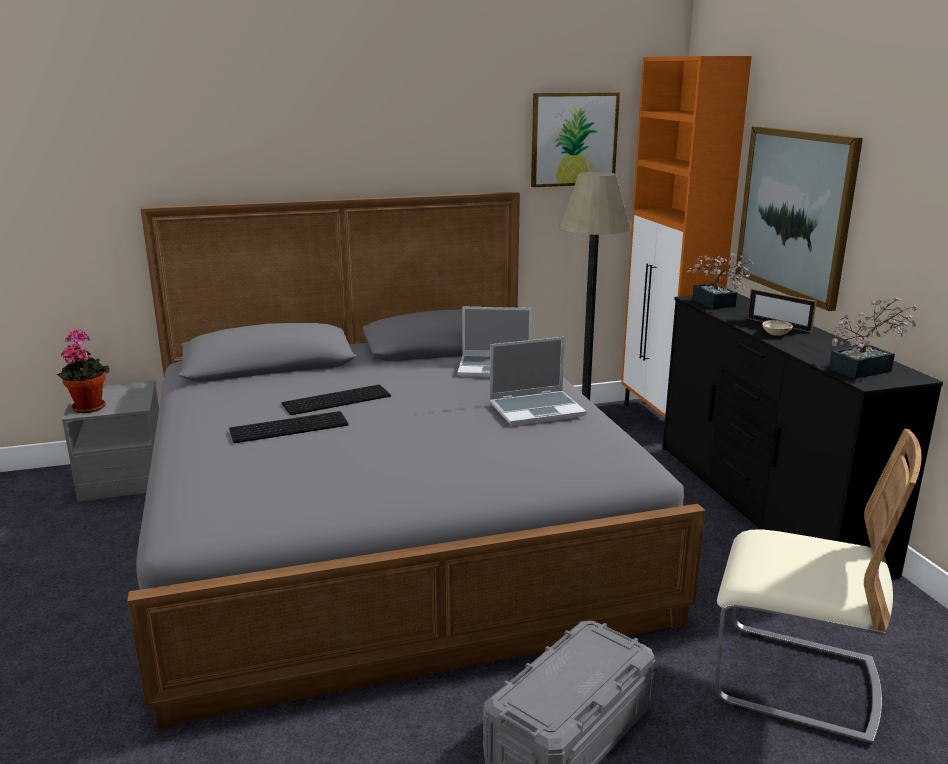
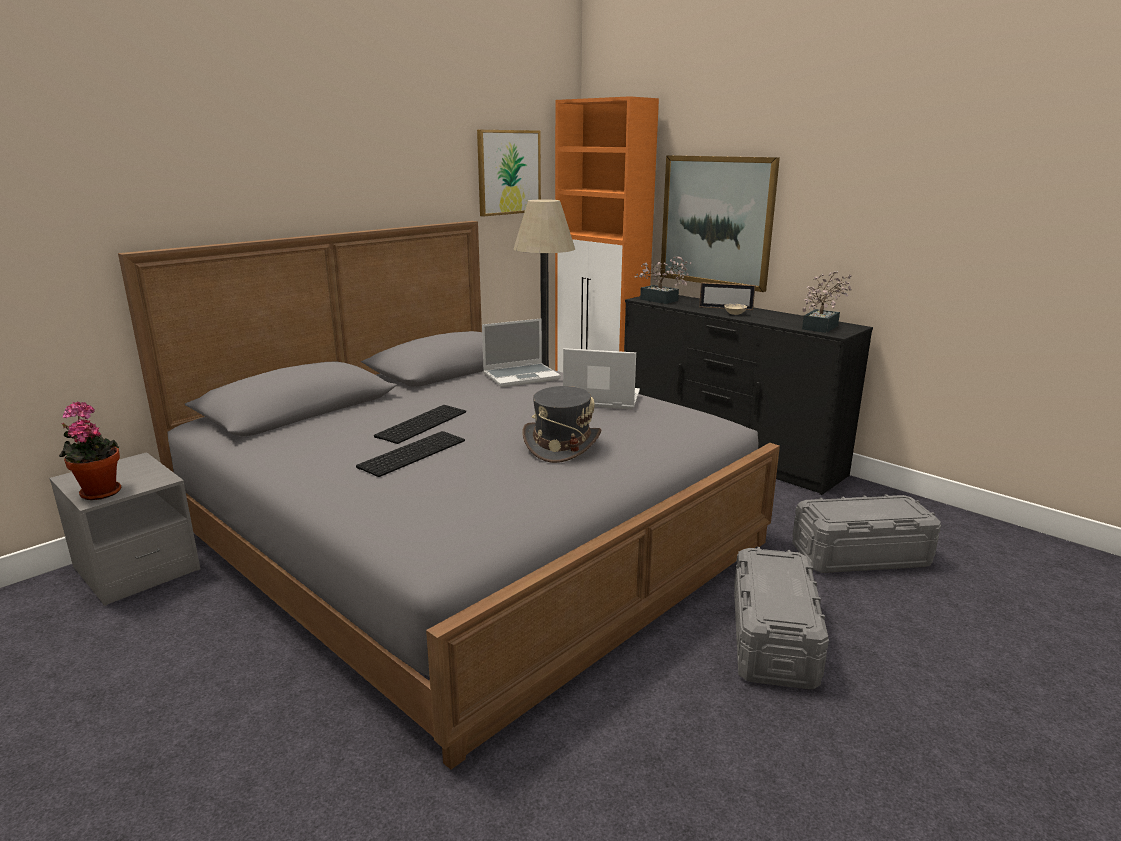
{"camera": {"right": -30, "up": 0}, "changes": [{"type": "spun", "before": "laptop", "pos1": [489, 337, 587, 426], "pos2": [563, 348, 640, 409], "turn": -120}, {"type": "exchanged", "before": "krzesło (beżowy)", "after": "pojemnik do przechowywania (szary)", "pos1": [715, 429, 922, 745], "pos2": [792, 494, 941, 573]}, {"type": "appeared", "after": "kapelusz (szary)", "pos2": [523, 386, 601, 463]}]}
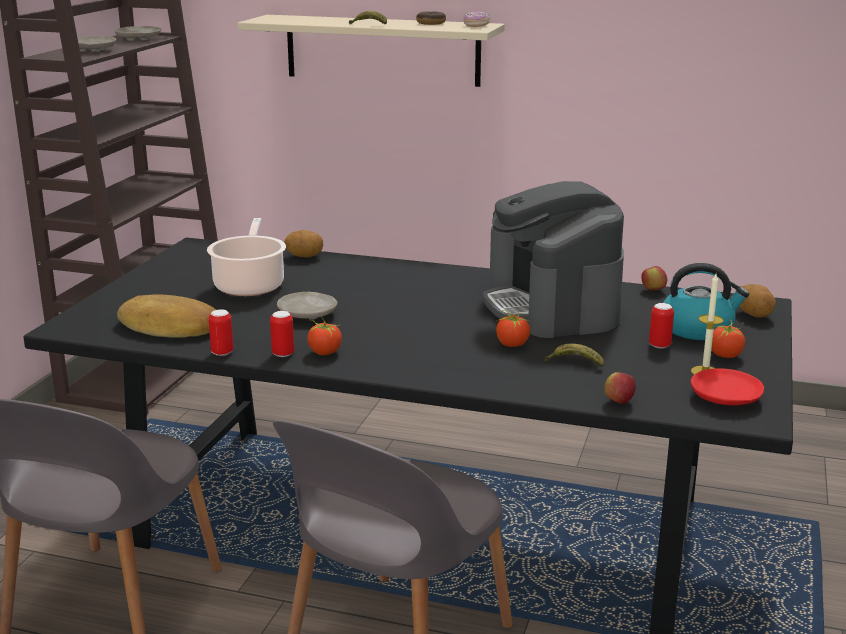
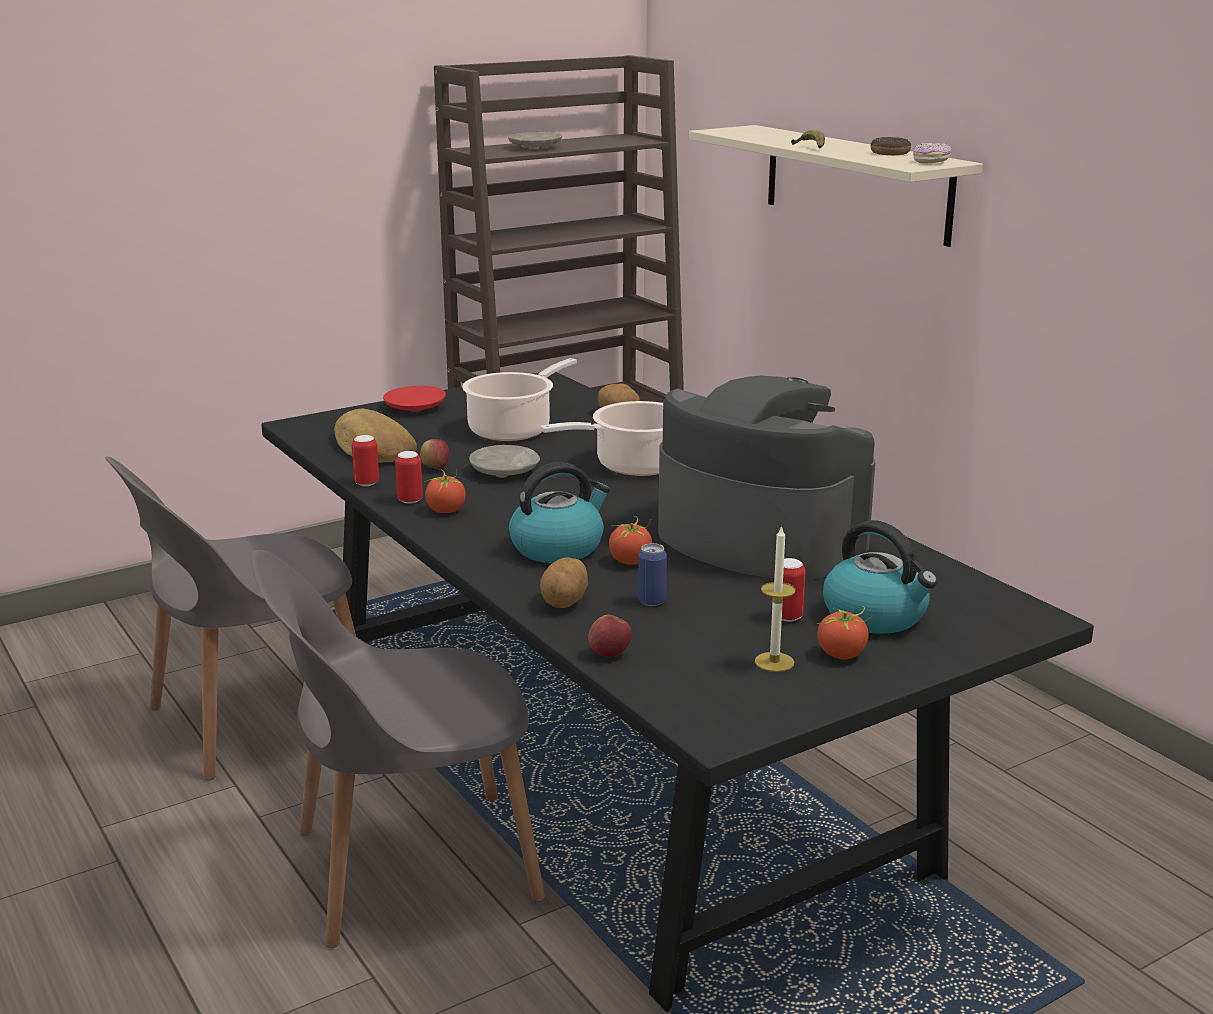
{"camera": {"right": 40, "up": 0}, "changes": [{"type": "missing", "before": "talerz (beżowy)", "pos1": [115, 26, 161, 41]}, {"type": "spun", "before": "ekspres do kawy", "pos1": [483, 181, 624, 338], "pos2": [658, 376, 875, 580], "turn": 105}, {"type": "exchanged", "before": "banan", "after": "puszka", "pos1": [544, 344, 604, 367], "pos2": [638, 543, 667, 606]}, {"type": "relocated", "before": "jabłko", "pos1": [641, 266, 667, 290], "pos2": [420, 439, 450, 469]}, {"type": "relocated", "before": "talerz (czerwony)", "pos1": [691, 368, 764, 406], "pos2": [383, 386, 446, 412]}, {"type": "relocated", "before": "ziemniak", "pos1": [739, 284, 776, 318], "pos2": [540, 557, 588, 608]}, {"type": "appeared", "after": "czajnik", "pos2": [509, 462, 610, 563]}, {"type": "appeared", "after": "garnek", "pos2": [540, 401, 663, 476]}]}
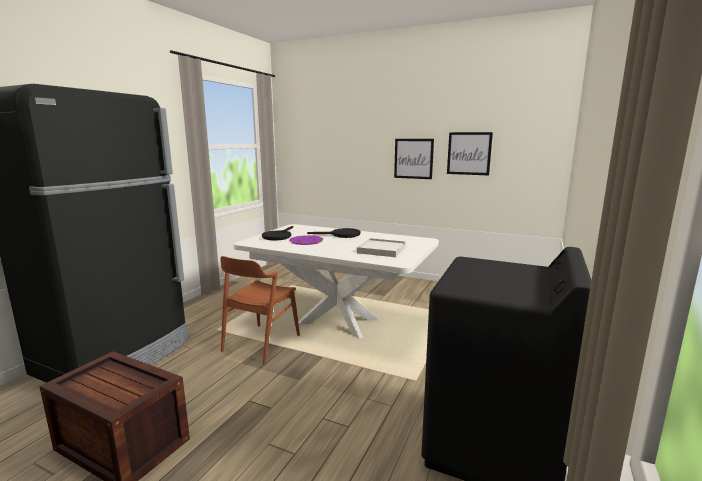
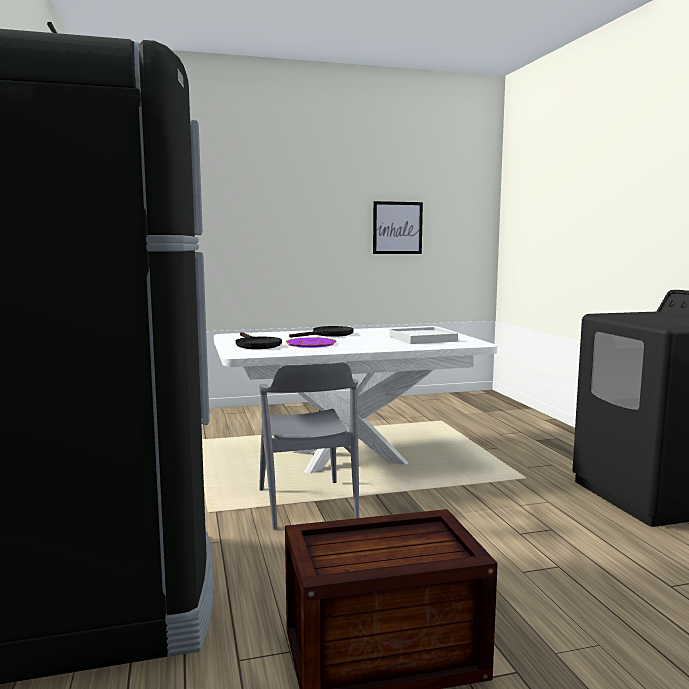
{"camera": {"right": -40, "up": -5}, "changes": [{"type": "colour", "before": "krzesło (brązowy)", "after": "krzesło (szary)", "pos1": [220, 256, 300, 364], "pos2": [259, 362, 359, 530]}, {"type": "missing", "before": "obraz", "pos1": [394, 139, 434, 179]}]}
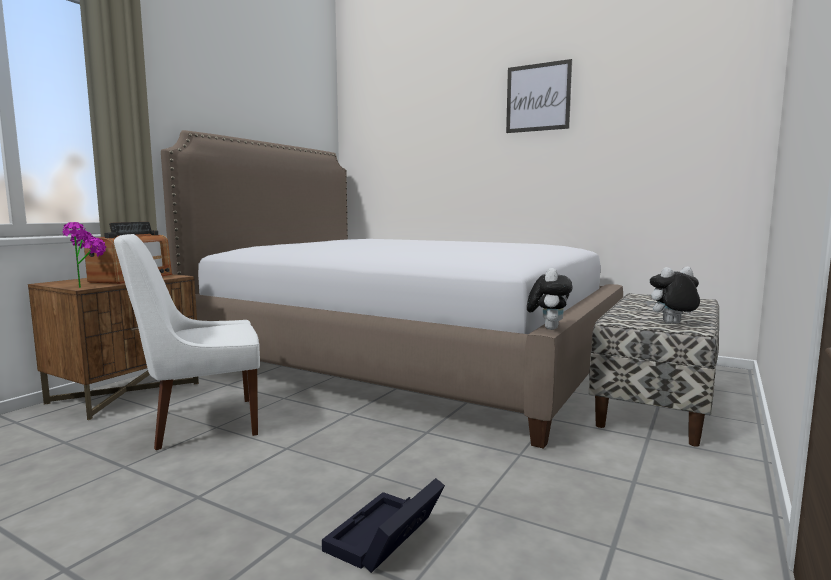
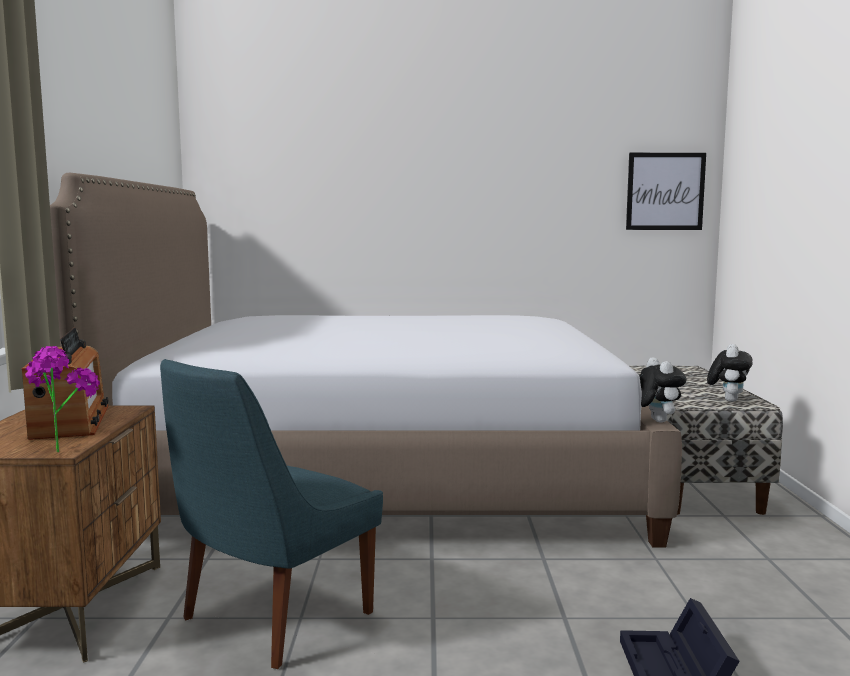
{"camera": {"right": -30, "up": 0}, "changes": [{"type": "colour", "before": "krzesło (biały)", "after": "krzesło (niebieski)", "pos1": [114, 234, 260, 450], "pos2": [160, 359, 383, 669]}, {"type": "relocated", "before": "obraz", "pos1": [506, 59, 572, 133], "pos2": [626, 153, 706, 230]}, {"type": "spun", "before": "pluszak", "pos1": [646, 267, 700, 324], "pos2": [707, 344, 753, 402], "turn": 150}]}
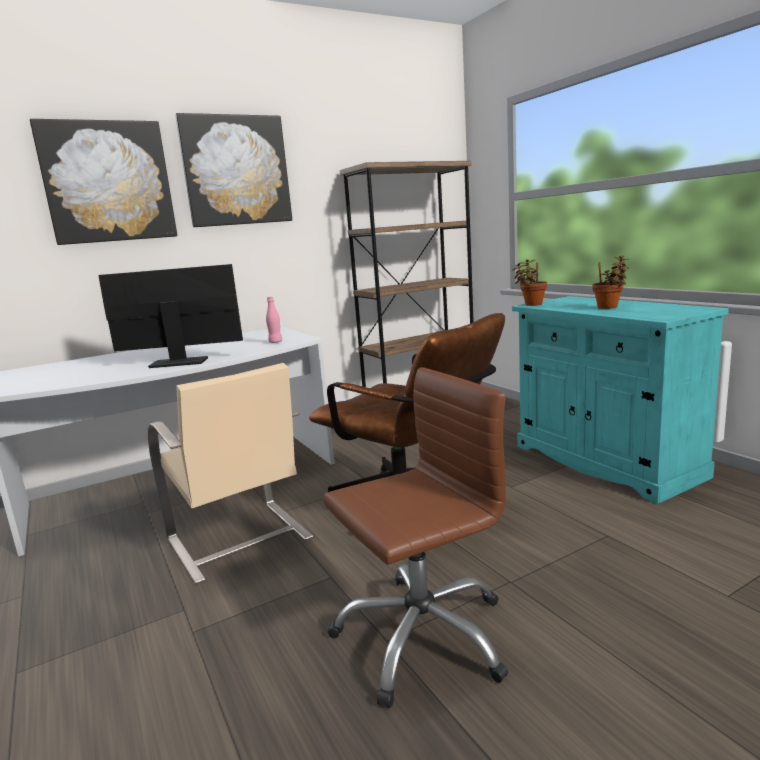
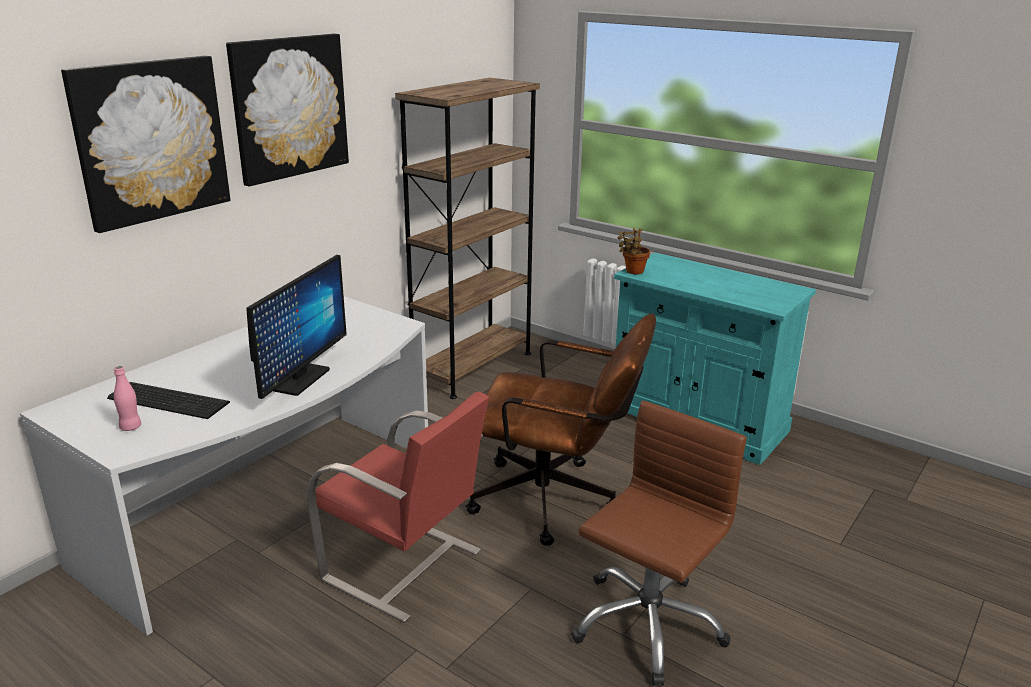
{"camera": {"right": -25, "up": 10}, "changes": [{"type": "spun", "before": "monitor", "pos1": [98, 264, 243, 368], "pos2": [246, 255, 347, 399], "turn": 135}, {"type": "colour", "before": "krzesło (beżowy)", "after": "krzesło (czerwony)", "pos1": [148, 363, 313, 585], "pos2": [306, 392, 489, 623]}, {"type": "relocated", "before": "butelka (różowy)", "pos1": [266, 297, 282, 343], "pos2": [114, 366, 141, 431]}, {"type": "missing", "before": "roślina doniczkowa", "pos1": [592, 256, 629, 309]}, {"type": "appeared", "after": "klawiatura", "pos2": [107, 382, 230, 419]}]}
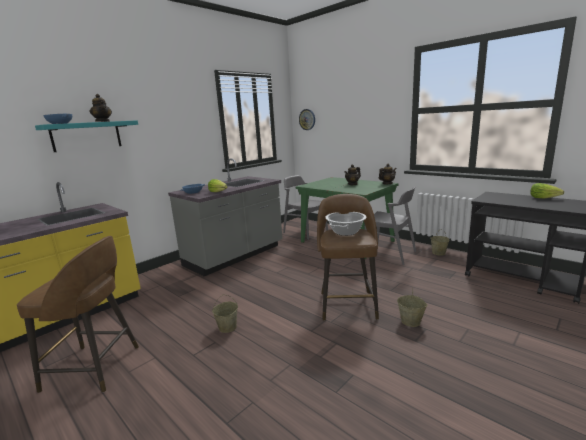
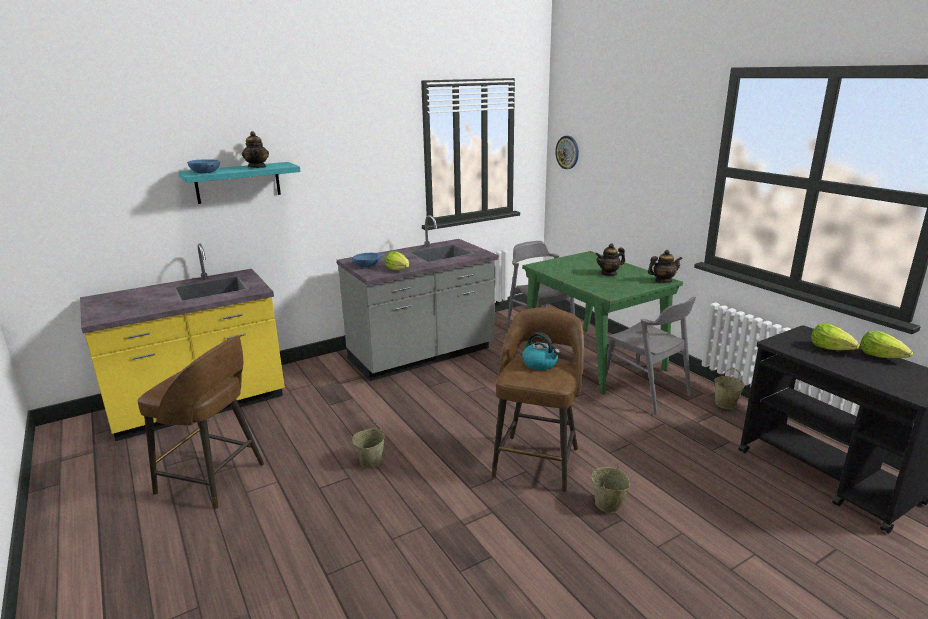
{"camera": {"right": 15, "up": 5}, "changes": [{"type": "exchanged", "before": "garnek", "after": "czajnik", "pos1": [325, 212, 367, 236], "pos2": [522, 332, 560, 370]}, {"type": "appeared", "after": "sałata", "pos2": [811, 324, 860, 350]}]}
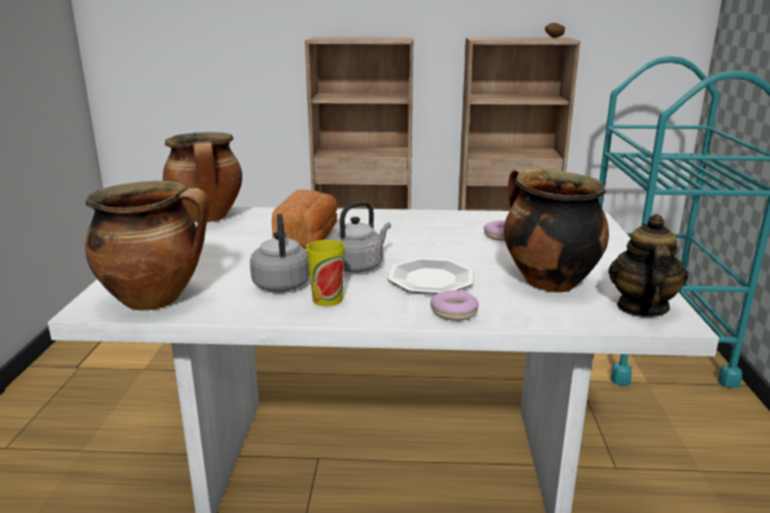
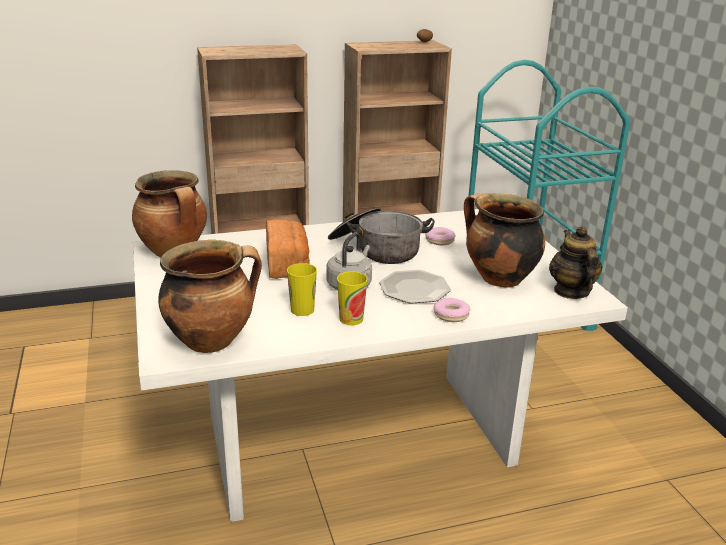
{"camera": {"right": -20, "up": 5}, "changes": [{"type": "exchanged", "before": "czajnik (szary)", "after": "filiżanka", "pos1": [250, 213, 310, 292], "pos2": [287, 263, 317, 316]}, {"type": "appeared", "after": "garnek", "pos2": [328, 208, 435, 264]}]}
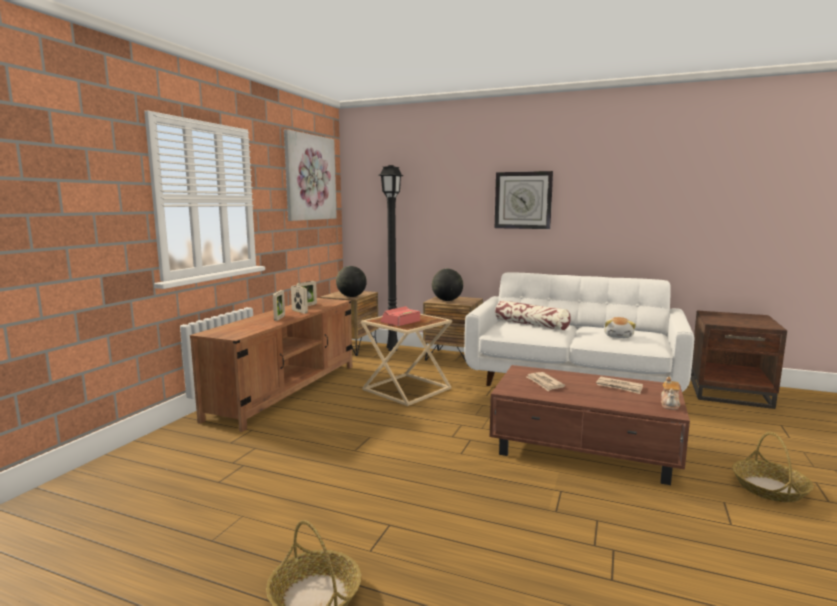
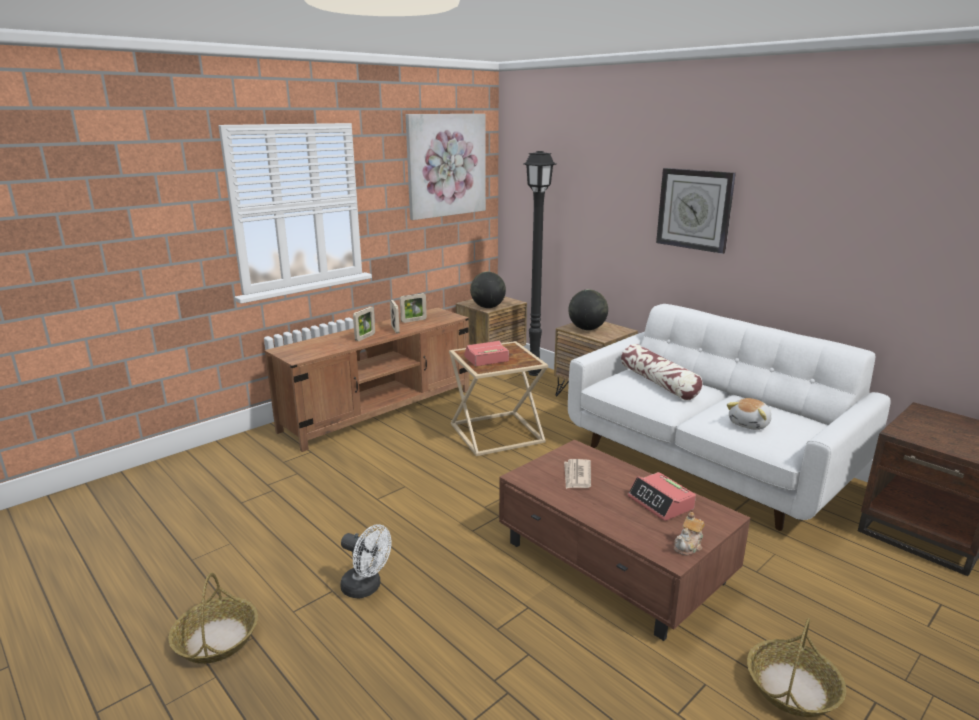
{"camera": {"right": 25, "up": 10}, "changes": [{"type": "exchanged", "before": "gazeta", "after": "budzik", "pos1": [596, 377, 643, 394], "pos2": [627, 472, 696, 521]}, {"type": "appeared", "after": "wentylator (biały)", "pos2": [340, 524, 391, 599]}]}
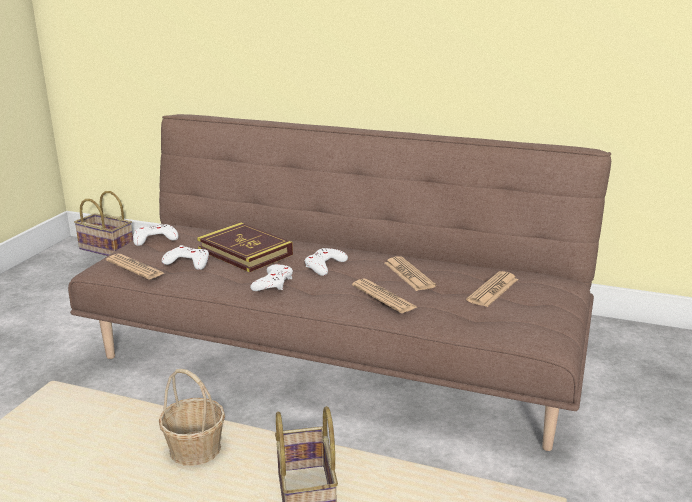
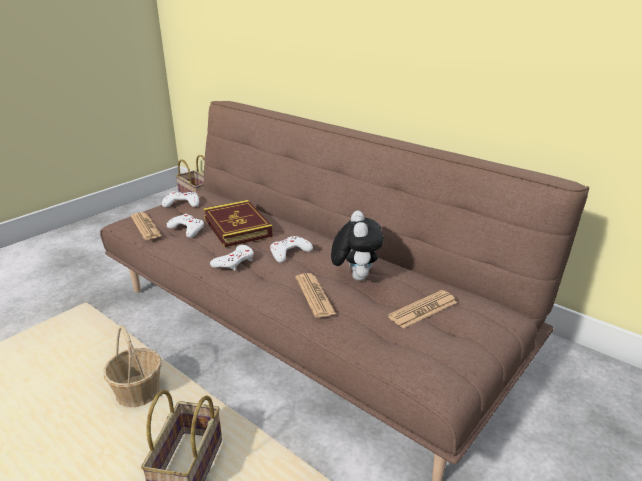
{"camera": {"right": 20, "up": 5}, "changes": [{"type": "exchanged", "before": "gazeta", "after": "pluszak", "pos1": [385, 256, 436, 291], "pos2": [331, 210, 384, 281]}]}
